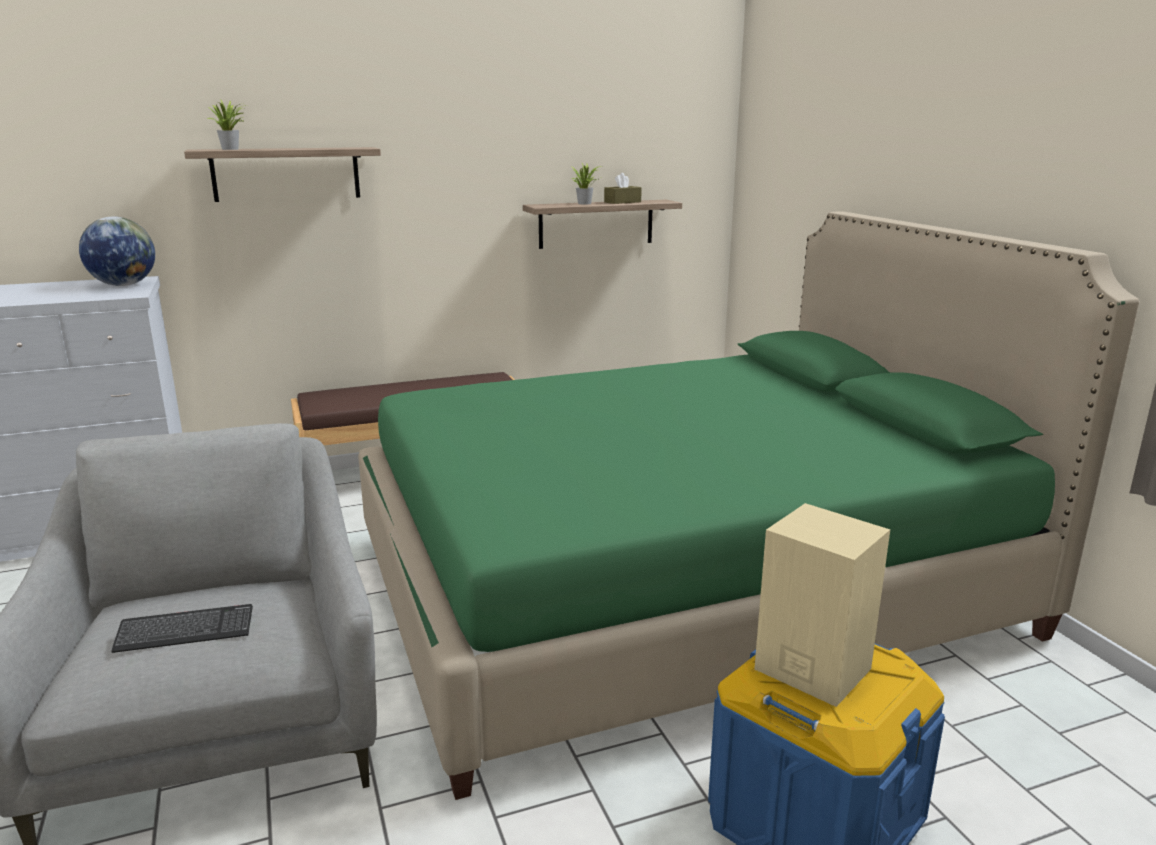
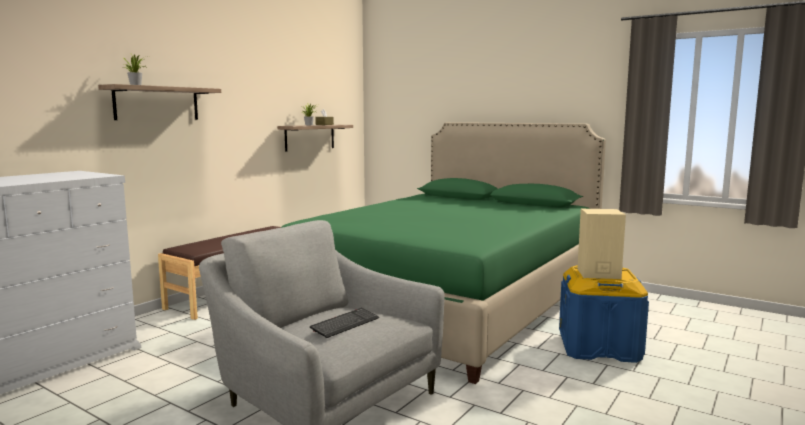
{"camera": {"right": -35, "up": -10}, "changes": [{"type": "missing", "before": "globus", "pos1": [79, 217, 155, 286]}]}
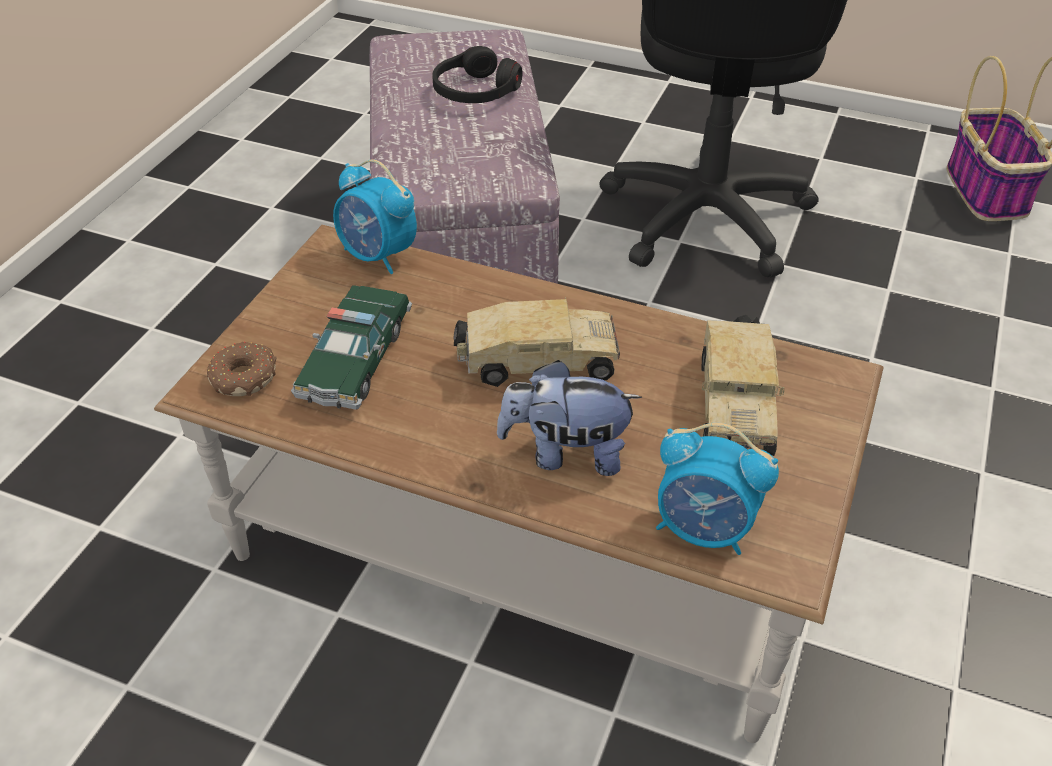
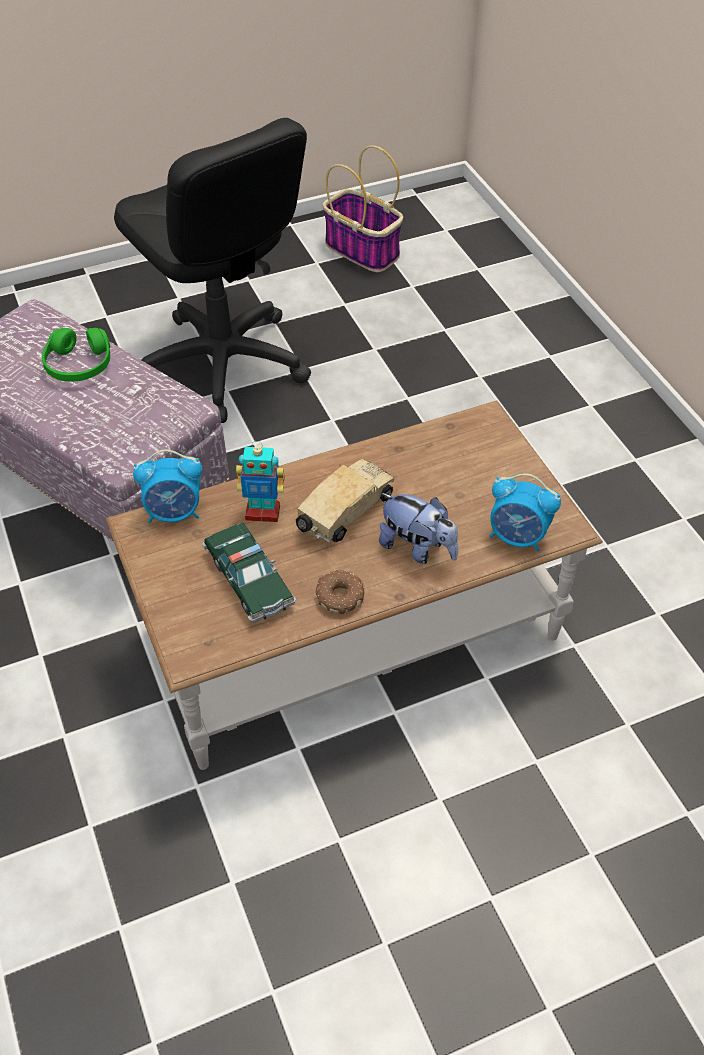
{"camera": {"right": -45, "up": 5}, "changes": [{"type": "relocated", "before": "donut", "pos1": [207, 342, 277, 396], "pos2": [316, 570, 364, 614]}, {"type": "colour", "before": "słuchawki (czarny)", "after": "słuchawki (zielony)", "pos1": [432, 46, 522, 103], "pos2": [42, 328, 110, 381]}, {"type": "spun", "before": "pluszak", "pos1": [497, 360, 642, 476], "pos2": [379, 493, 458, 564], "turn": -105}, {"type": "spun", "before": "budzik", "pos1": [656, 423, 779, 555], "pos2": [489, 473, 561, 552], "turn": 45}, {"type": "missing", "before": "ciężarówka zabawkowa", "pos1": [701, 315, 784, 456]}, {"type": "appeared", "after": "robot zabawkowy", "pos2": [236, 441, 285, 522]}]}
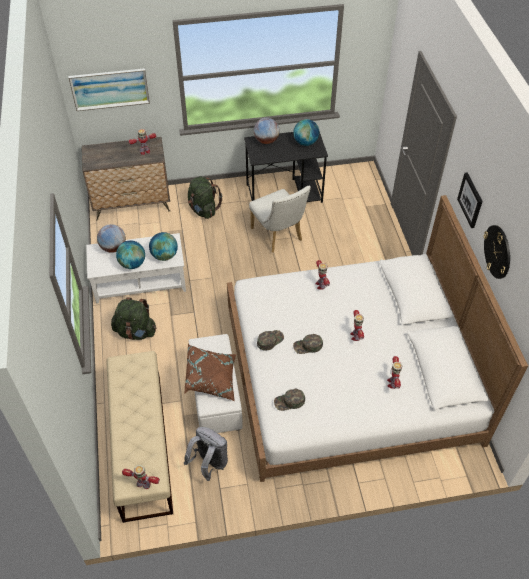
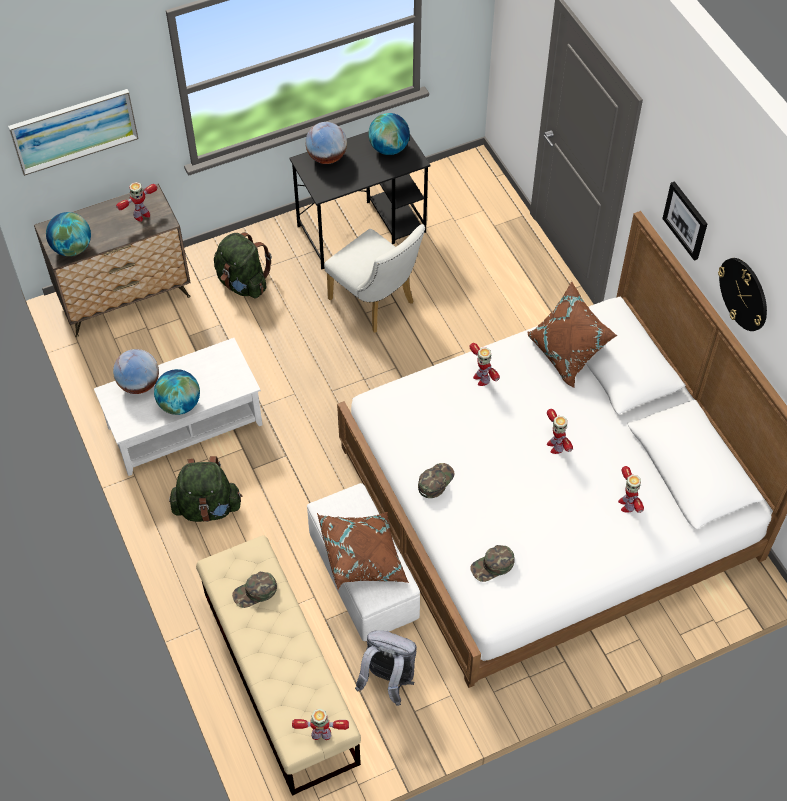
{"camera": {"right": -15, "up": 5}, "changes": [{"type": "relocated", "before": "globus", "pos1": [149, 232, 178, 261], "pos2": [46, 212, 91, 256]}, {"type": "relocated", "before": "czapka z daszkiem (zielony)", "pos1": [293, 334, 323, 354], "pos2": [232, 572, 277, 608]}, {"type": "appeared", "after": "poduszka (brązowy)", "pos2": [527, 281, 617, 388]}]}
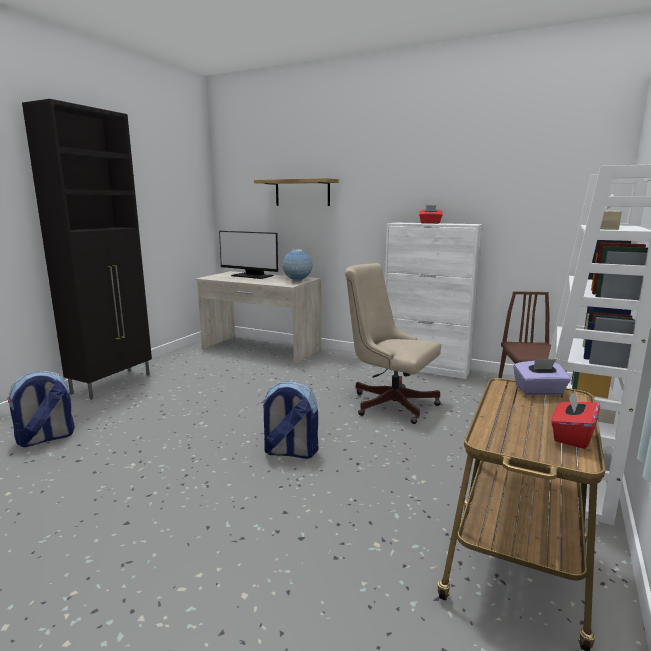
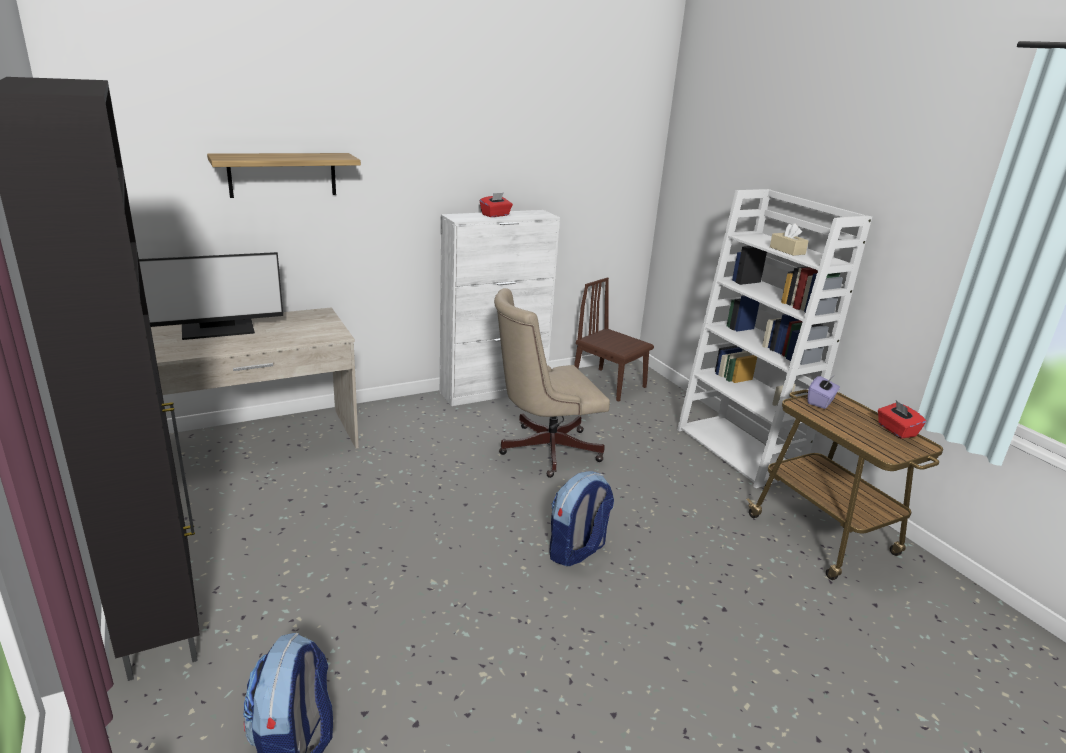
{"camera": {"right": -55, "up": 10}, "changes": [{"type": "missing", "before": "globus", "pos1": [282, 249, 312, 282]}]}
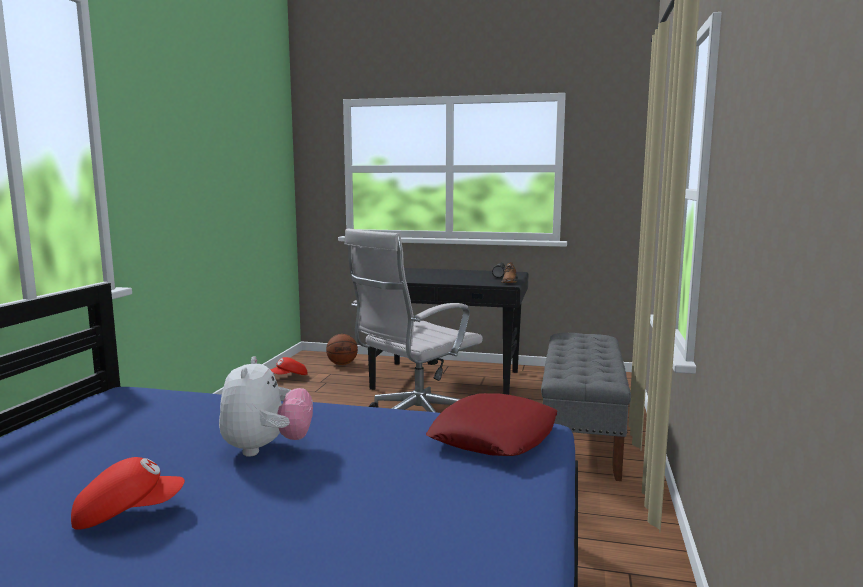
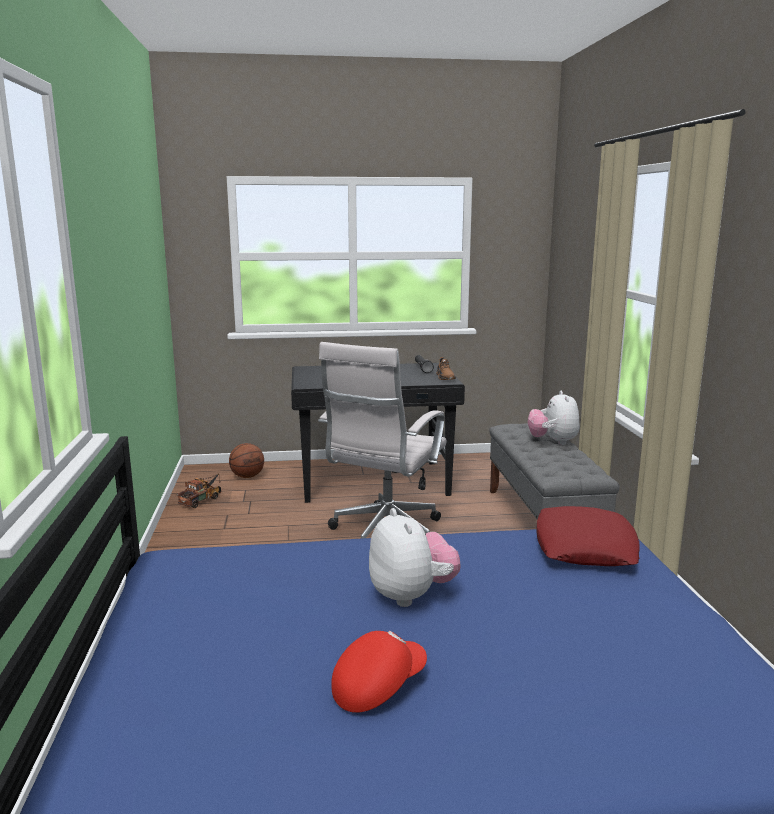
{"camera": {"right": -20, "up": 5}, "changes": [{"type": "exchanged", "before": "czapka z daszkiem (czerwony)", "after": "ciężarówka zabawkowa", "pos1": [270, 357, 307, 375], "pos2": [177, 473, 221, 508]}, {"type": "appeared", "after": "pluszak", "pos2": [528, 391, 580, 445]}]}
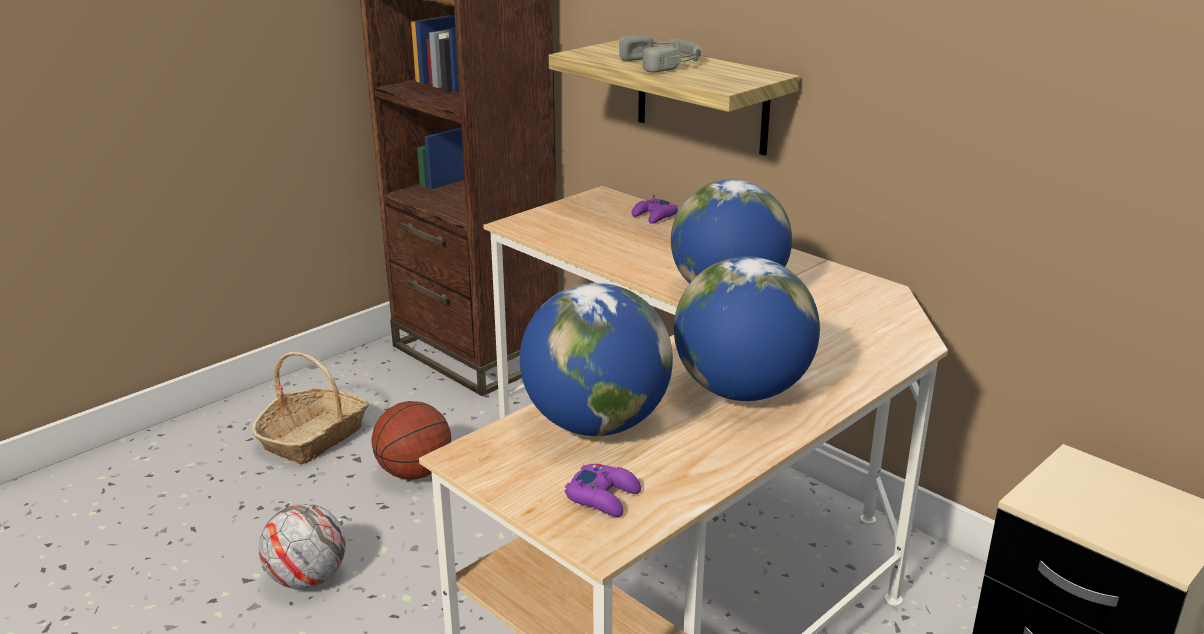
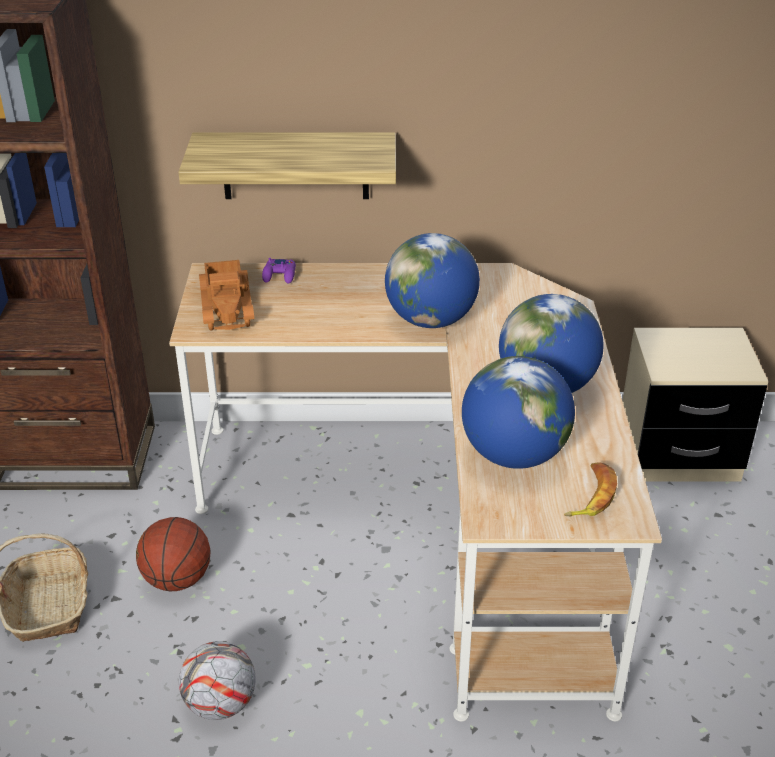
{"camera": {"right": -45, "up": 10}, "changes": [{"type": "exchanged", "before": "pad do gier (fioletowy)", "after": "banan", "pos1": [565, 464, 641, 517], "pos2": [564, 462, 617, 517]}, {"type": "missing", "before": "słuchawki (szary)", "pos1": [619, 36, 701, 72]}, {"type": "appeared", "after": "ciężarówka zabawkowa", "pos2": [199, 260, 254, 331]}]}
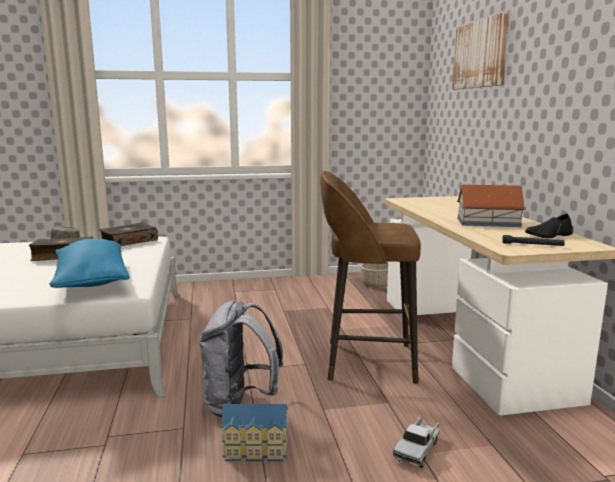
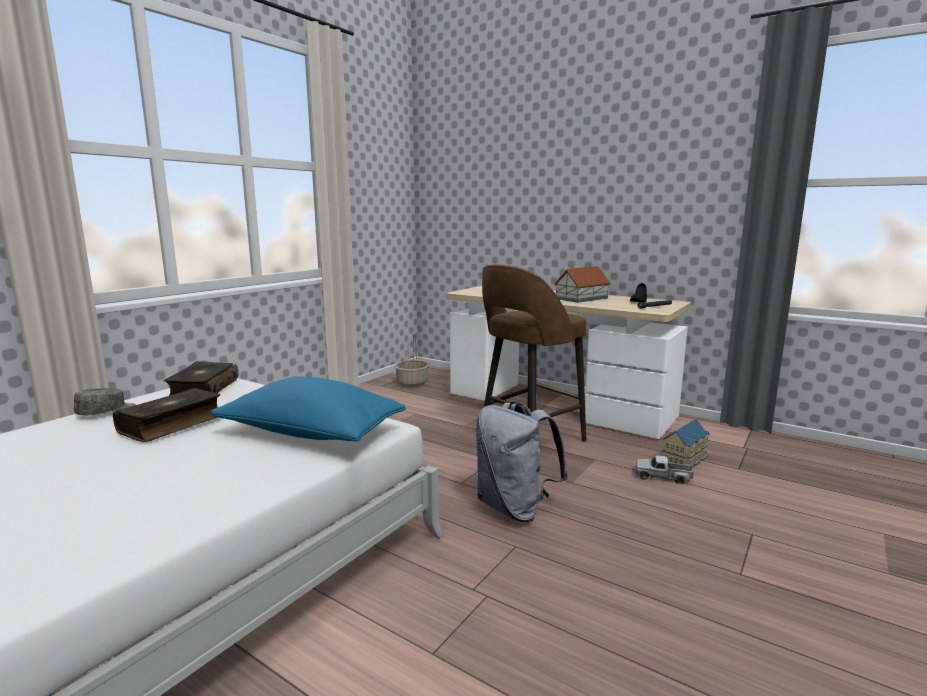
{"camera": {"right": -45, "up": 0}, "changes": [{"type": "relocated", "before": "domek", "pos1": [221, 404, 288, 461], "pos2": [662, 419, 710, 469]}, {"type": "spun", "before": "ciężarówka zabawkowa", "pos1": [393, 416, 439, 468], "pos2": [635, 455, 694, 484], "turn": 120}, {"type": "missing", "before": "obraz", "pos1": [452, 12, 510, 89]}]}
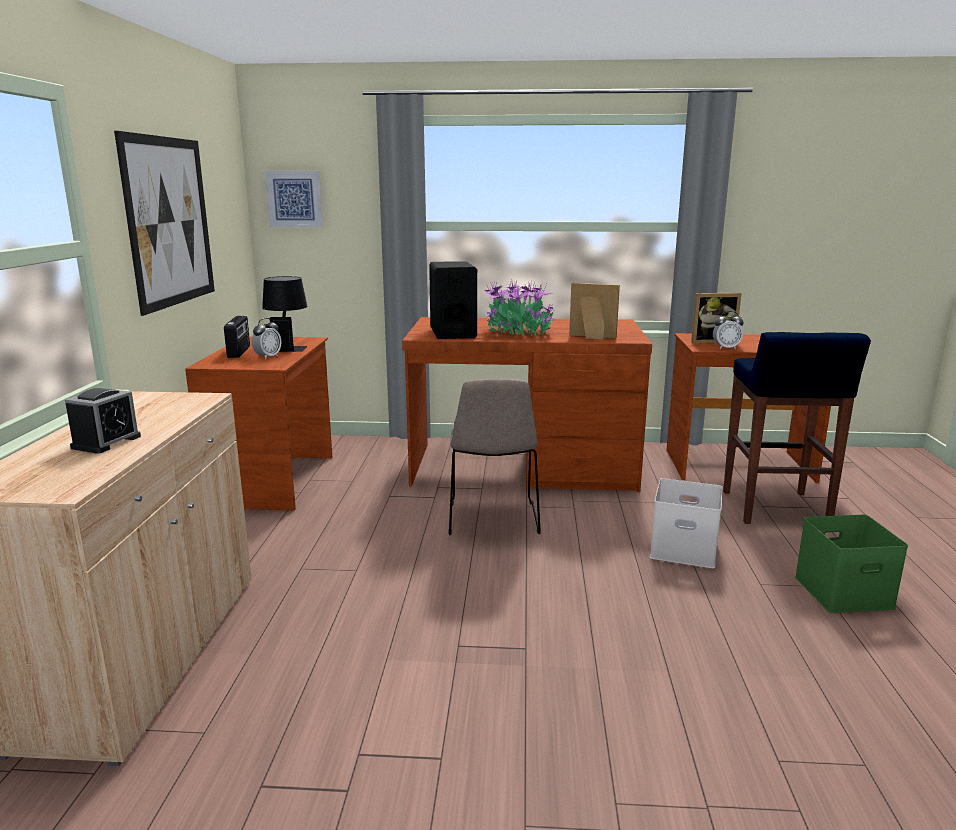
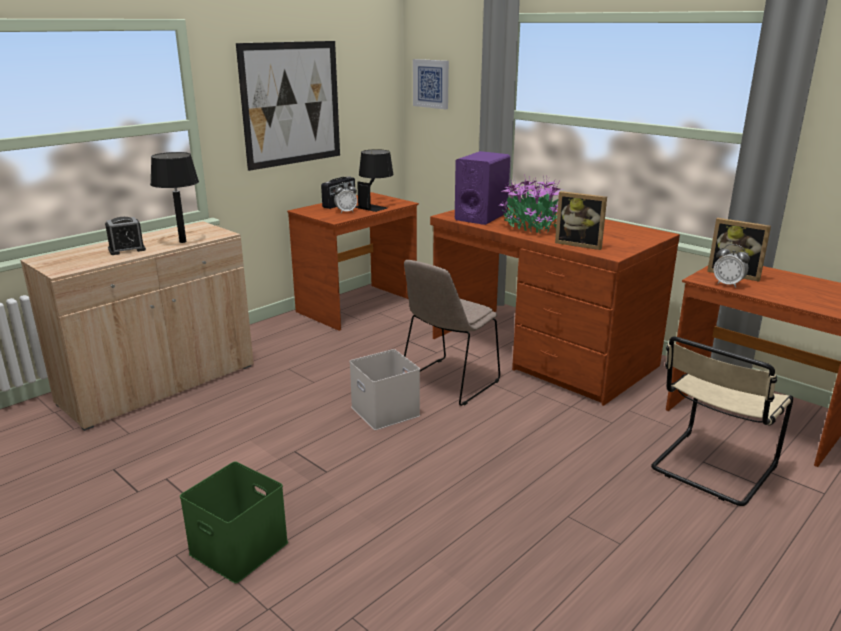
{"camera": {"right": 40, "up": 5}, "changes": [{"type": "colour", "before": "głośnik (czarny)", "after": "głośnik (fioletowy)", "pos1": [429, 261, 477, 339], "pos2": [455, 151, 510, 225]}, {"type": "spun", "before": "ramka na zdjęcie", "pos1": [569, 283, 620, 340], "pos2": [555, 191, 607, 250], "turn": 150}, {"type": "relocated", "before": "pojemnik do przechowywania (biały)", "pos1": [650, 478, 722, 568], "pos2": [350, 349, 420, 430]}, {"type": "exchanged", "before": "stołek (niebieski)", "after": "krzesło (beżowy)", "pos1": [723, 332, 871, 524], "pos2": [651, 337, 793, 506]}, {"type": "relocated", "before": "pojemnik do przechowywania (zielony)", "pos1": [795, 515, 908, 613], "pos2": [180, 462, 288, 583]}, {"type": "appeared", "after": "lampa stołowa (czarny)", "pos2": [150, 152, 199, 243]}]}
